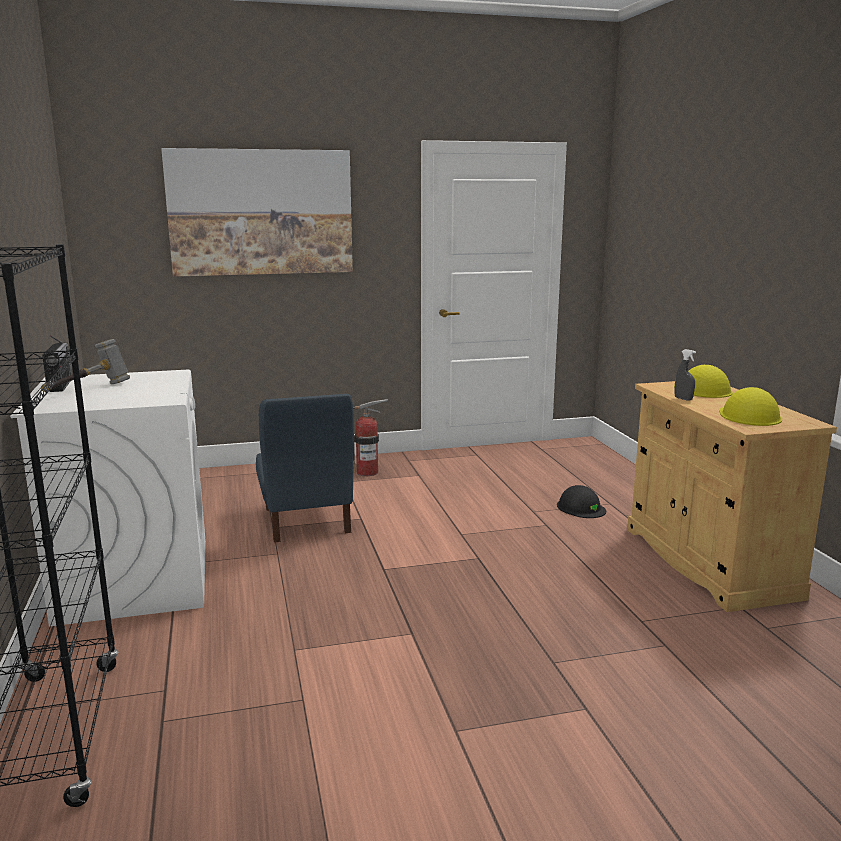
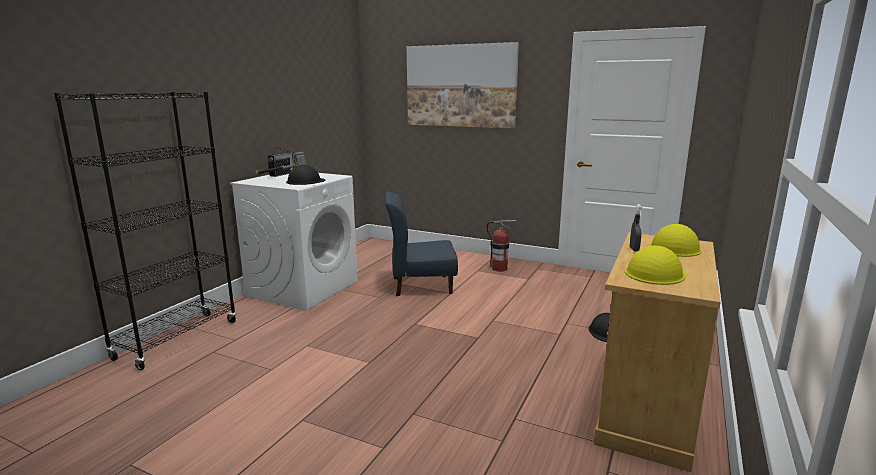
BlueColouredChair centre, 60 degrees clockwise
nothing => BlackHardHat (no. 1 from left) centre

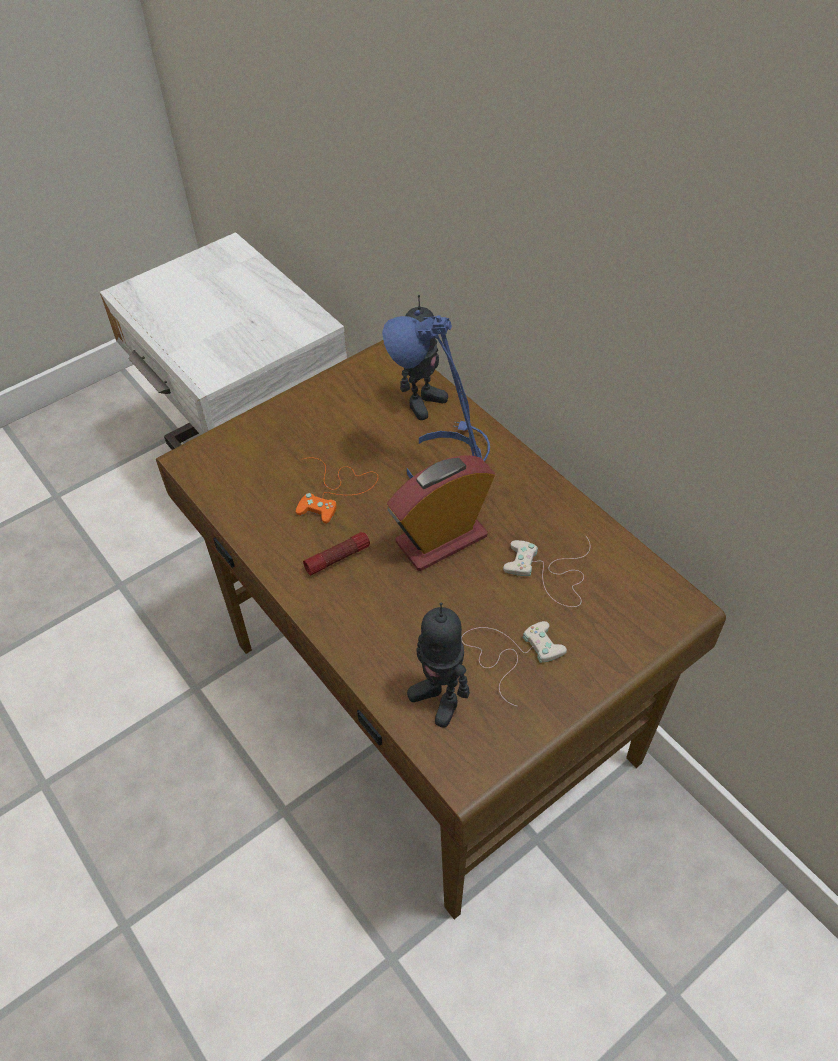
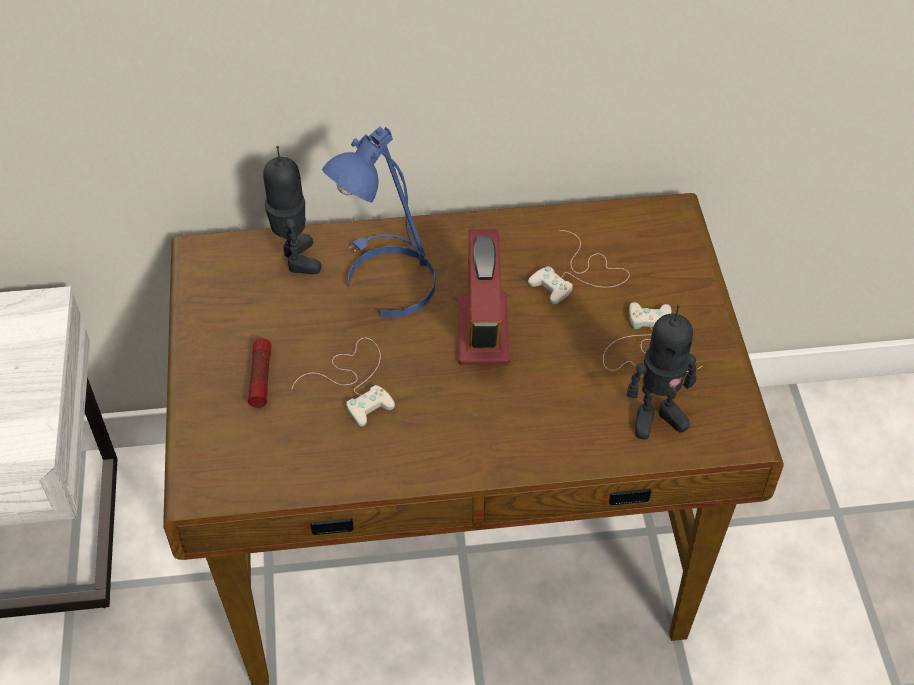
OrangeyJoypad centre => WhitishJoypad (no. 1 from left) centre
Flashlight centre => Flashlight middle left, relocated

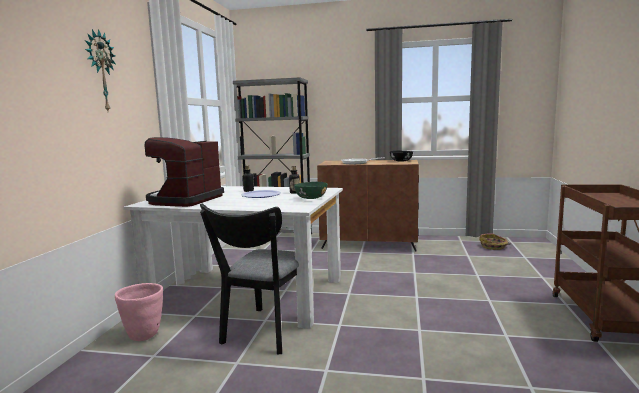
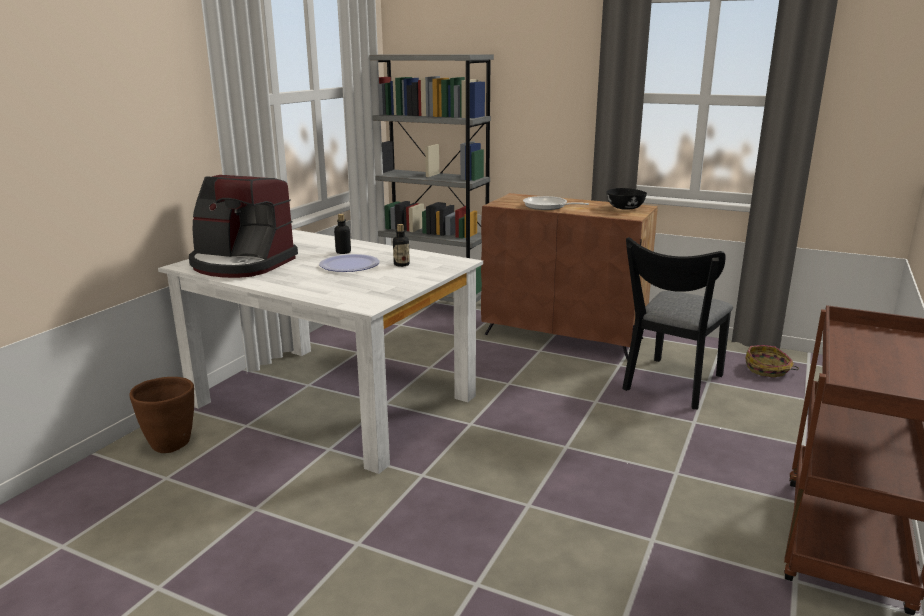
WallClock top left => nothing
CoffeeMachine middle left, 105 degrees counterclockwise
GreenColouredDeepDish centre => nothing
BlackChair bottom centre => BlackChair middle right, relocated
PinkishPlantPot bottom left => BrownPlantPot bottom left

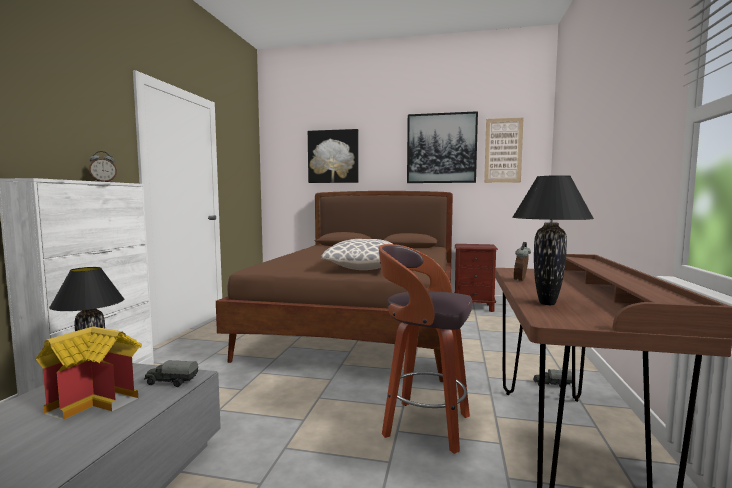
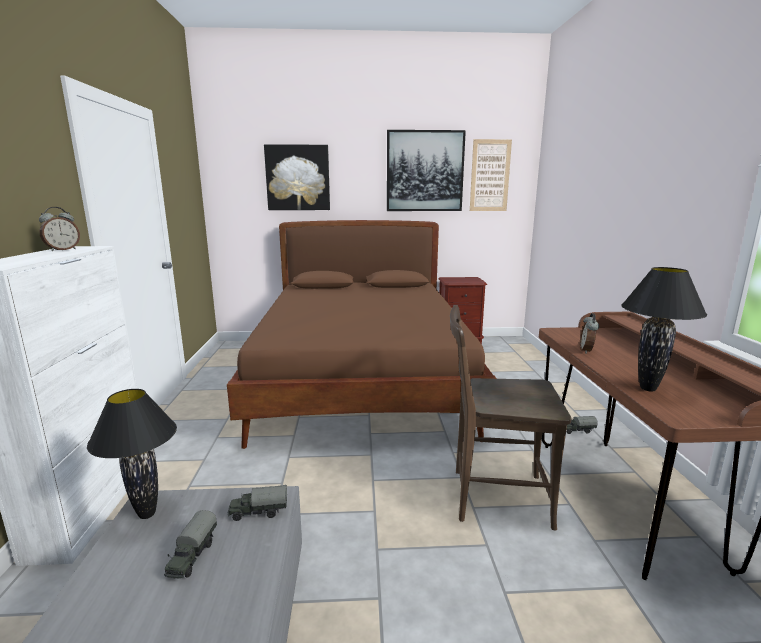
ThrowPillow centre => nothing
Stool bottom centre => BrownChair middle right
ToyHouse bottom left => ToyTruck (no. 1 from left) bottom left

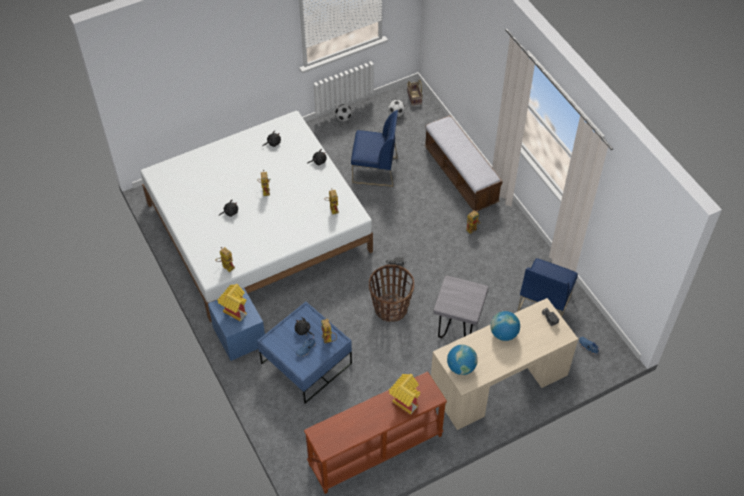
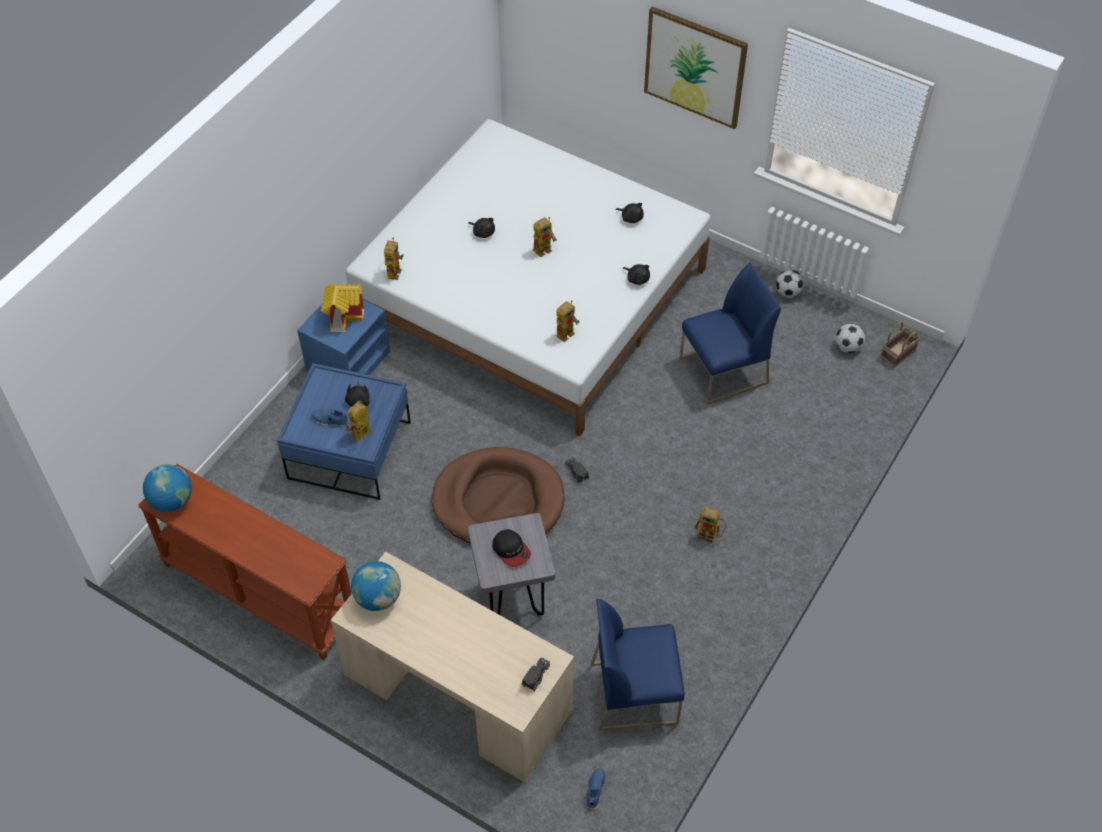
BlueColouredChair (no. 1 from left in the first image) top centre => BlueColouredChair (no. 2 from left) centre, 90 degrees counterclockwise
Bench top centre => nothing
StorageBasket (no. 1 from left) centre => BrownDogCushion centre
DeskGlobe (no. 2 from left in the first image) middle right => DeskGlobe (no. 1 from left) middle left, relocated
ToyHouse (no. 2 from left) bottom centre => nothing
nothing => WallPicture top centre
nothing => Cap centre

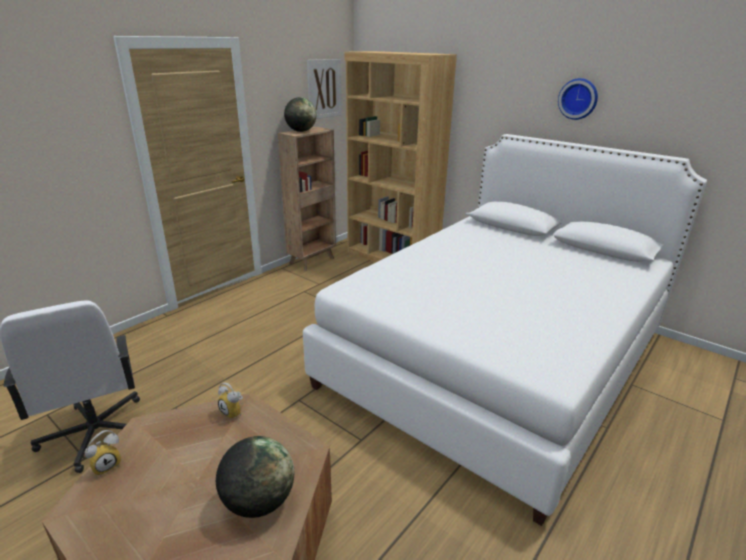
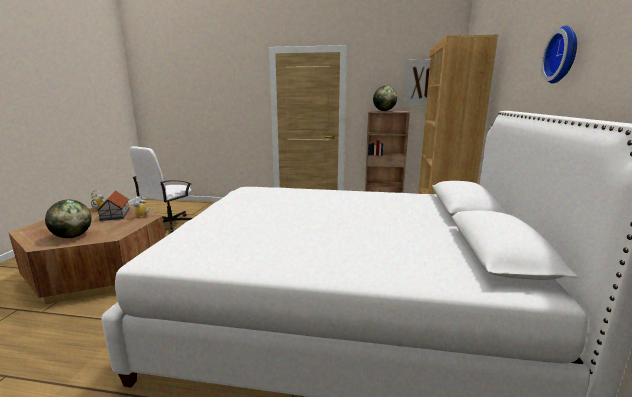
nothing => ToyHouse middle left

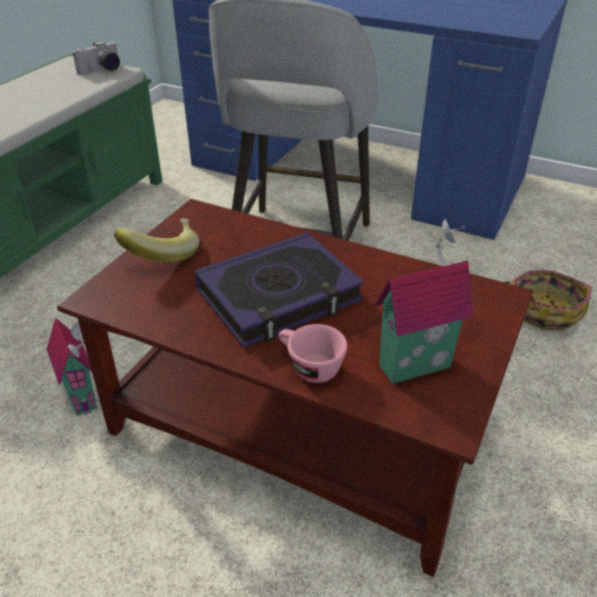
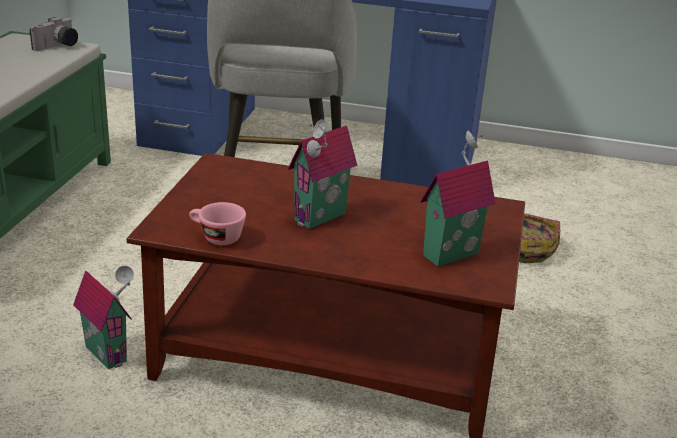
WholeBanana middle left => nothing
Volume centre => ToyHouse (no. 2 from left) centre
PinkishSmallCup centre => PinkishSmallCup middle left, relocated

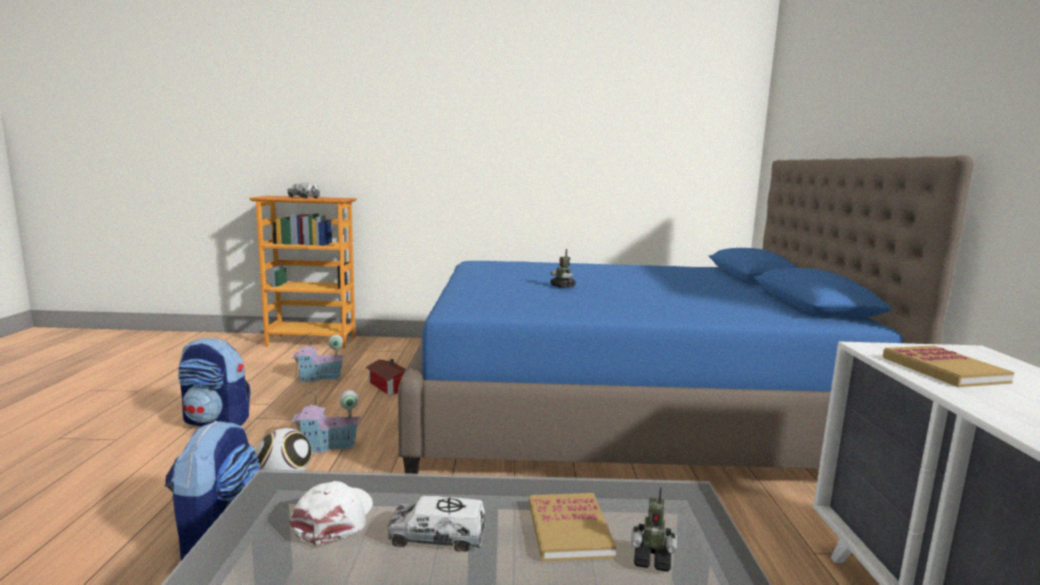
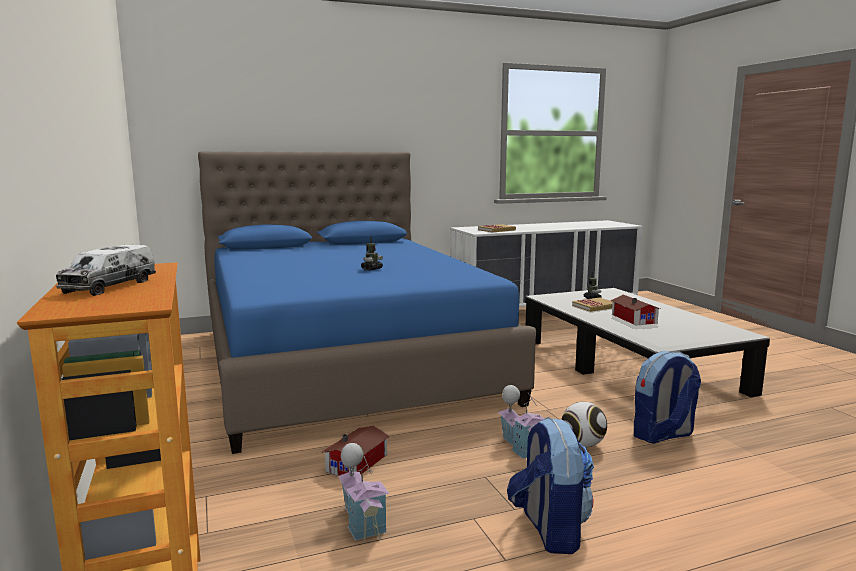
WhitishCap bottom left => nothing
ToyTruck (no. 2 from left) bottom centre => ToyHouse (no. 4 from left) middle right

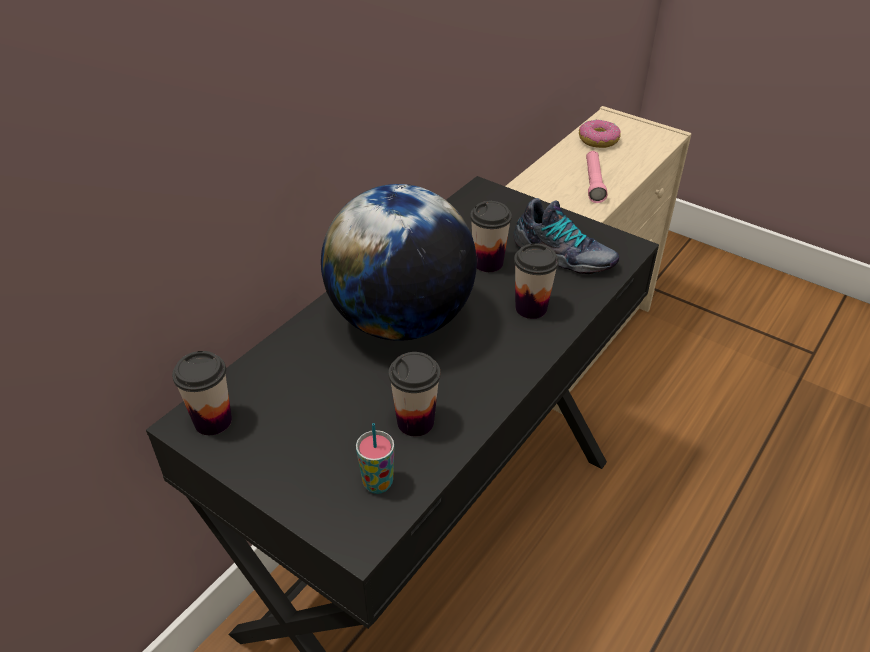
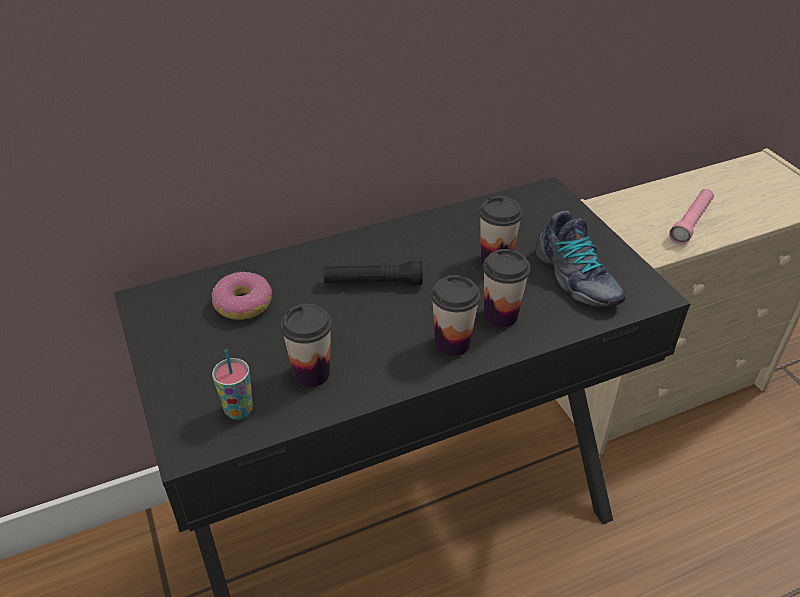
Doughnut top right => Doughnut middle left, relocated
DeskGlobe centre => BlackFlashlight centre
SmallCup (no. 1 from left in the first image) middle left => SmallCup (no. 3 from left) centre, relocated

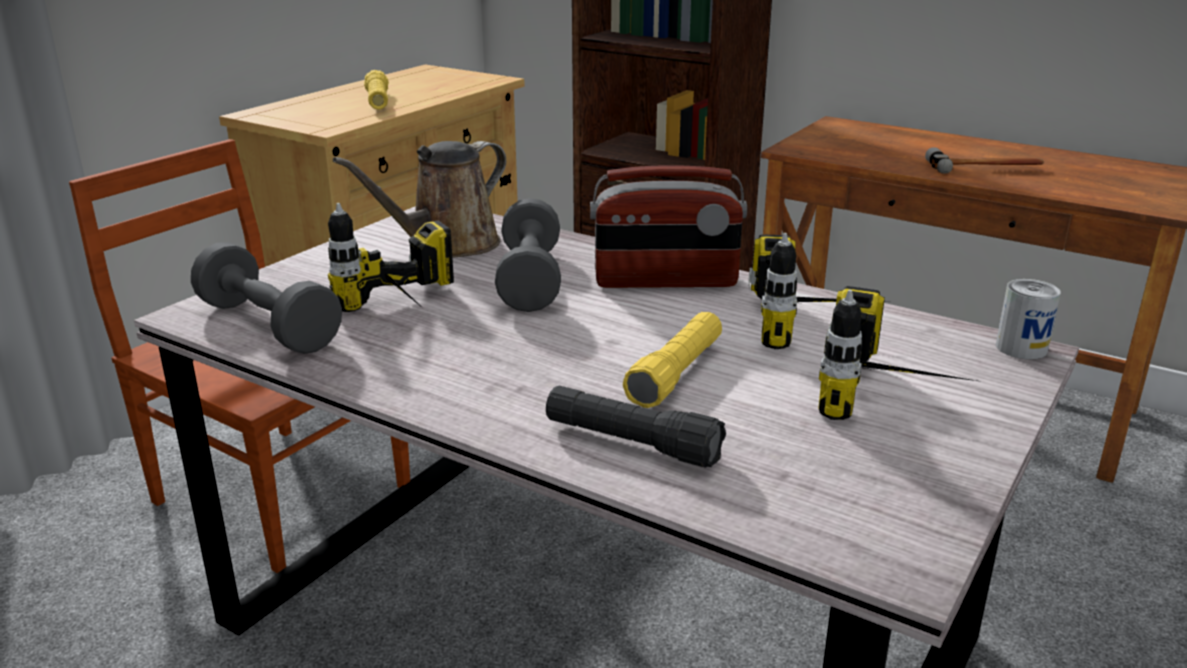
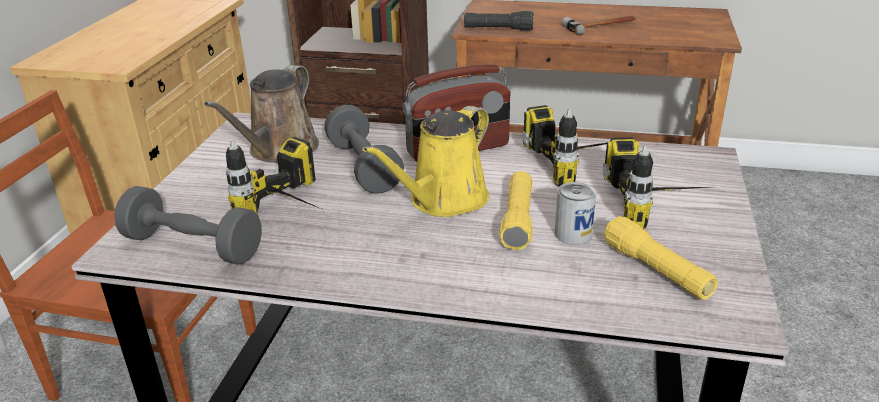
YellowishFlashlight (no. 1 from left in the first image) top left => YellowishFlashlight (no. 2 from left) middle right, relocated
SealedCan middle right => SealedCan centre, relocated
BlackFlashlight centre => BlackFlashlight top centre, relocated
nothing => YellowishWateringPot centre

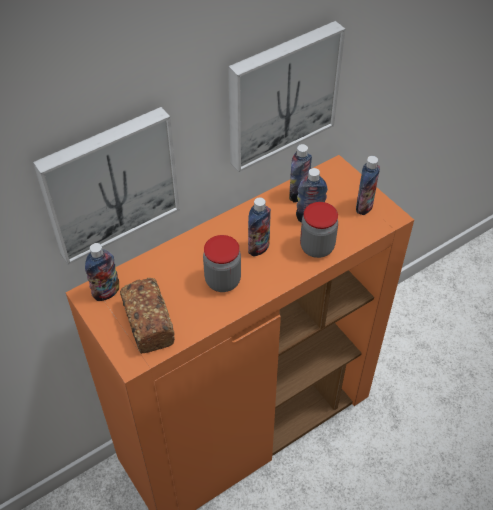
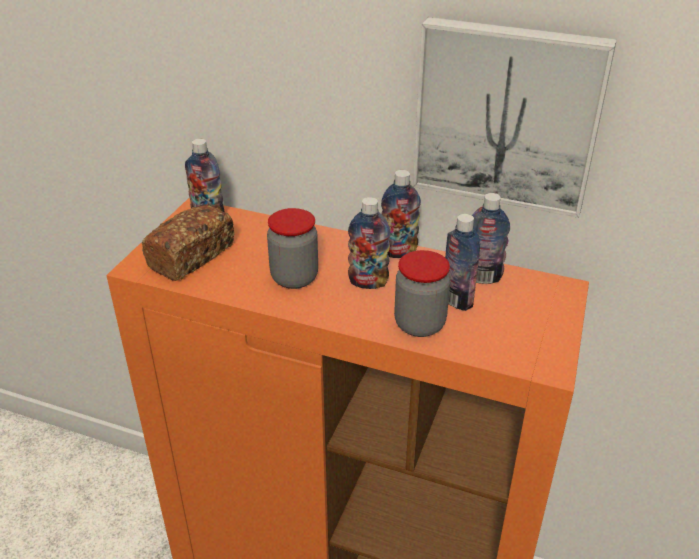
WallPicture (no. 1 from left) middle left => nothing
BeverageBottle (no. 5 from left in the first image) middle right => BeverageBottle (no. 3 from left) centre, relocated

